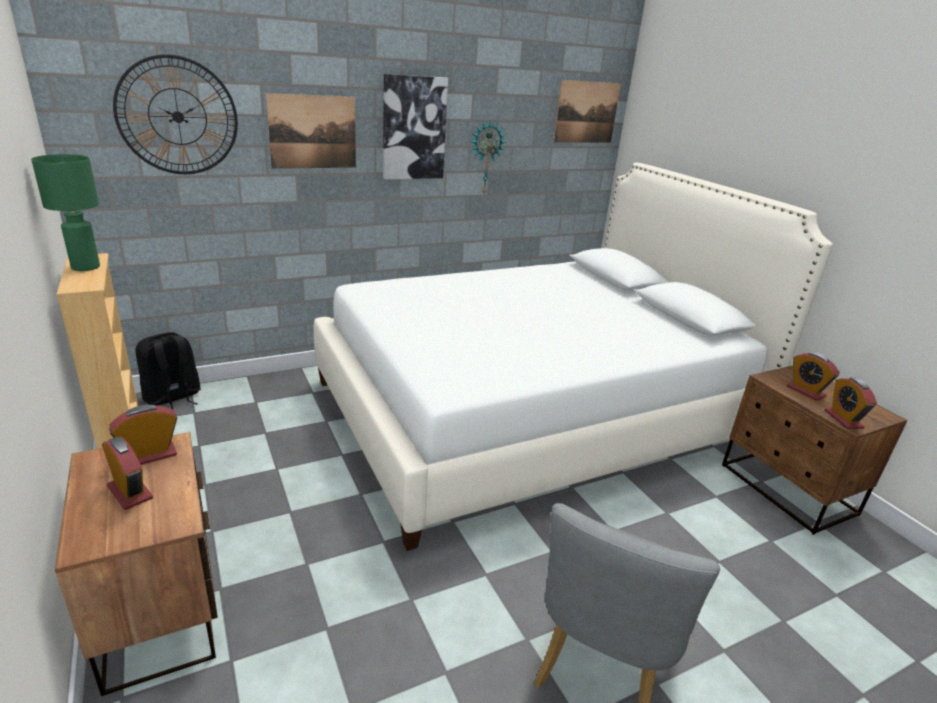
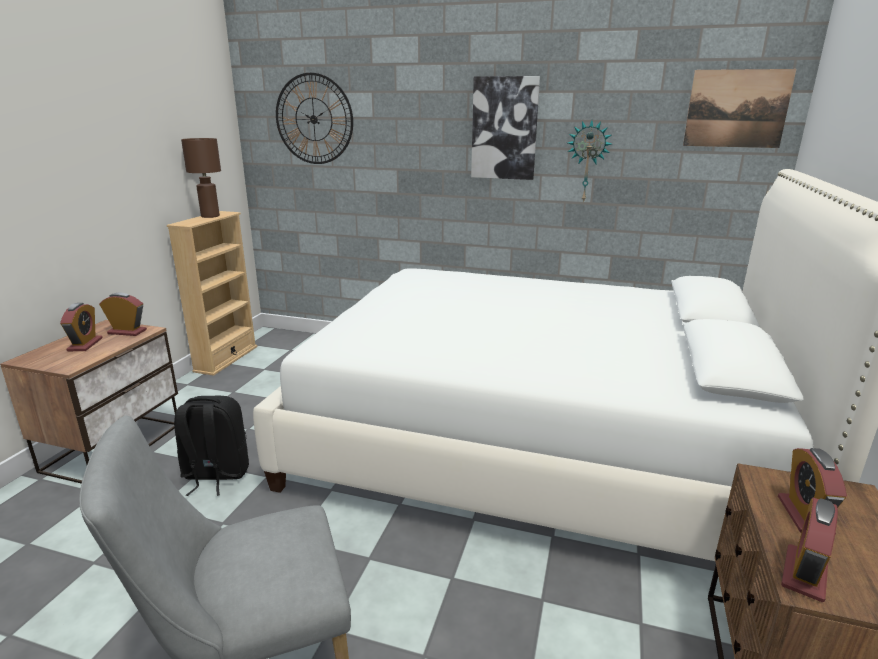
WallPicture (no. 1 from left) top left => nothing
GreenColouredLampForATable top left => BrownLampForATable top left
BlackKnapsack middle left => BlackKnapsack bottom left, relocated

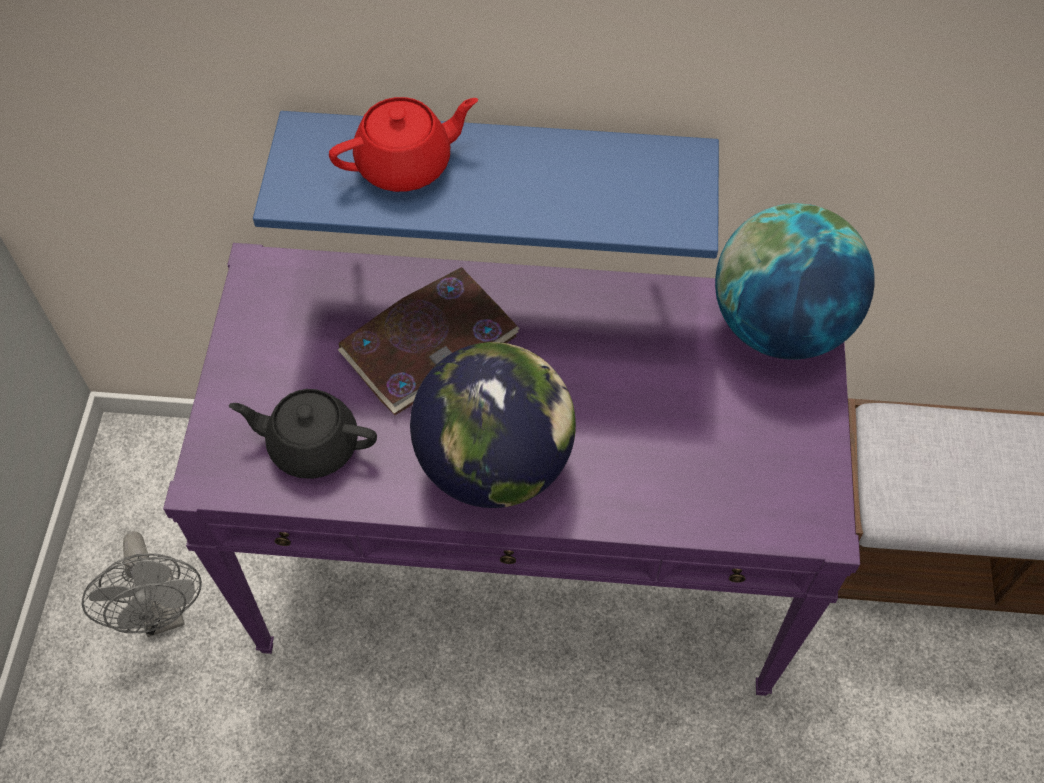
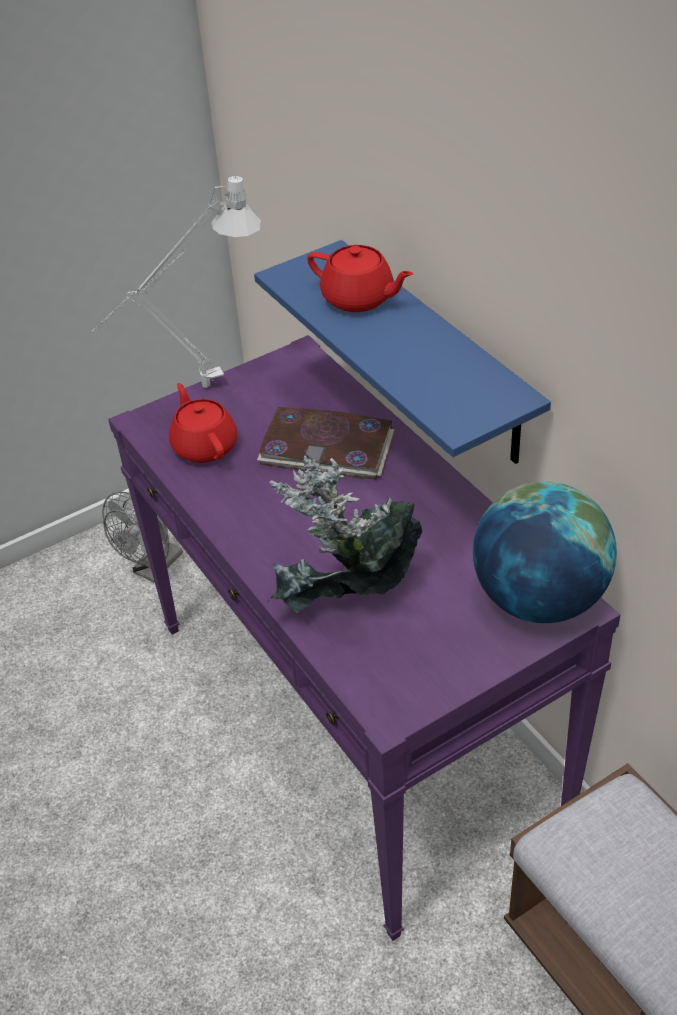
DeskGlobe (no. 1 from left) centre => nothing
BlackTeaPot middle left => RedTeaPot (no. 1 from left) middle left
nothing => GreyLampForATable top left
nothing => PlantInAPot centre

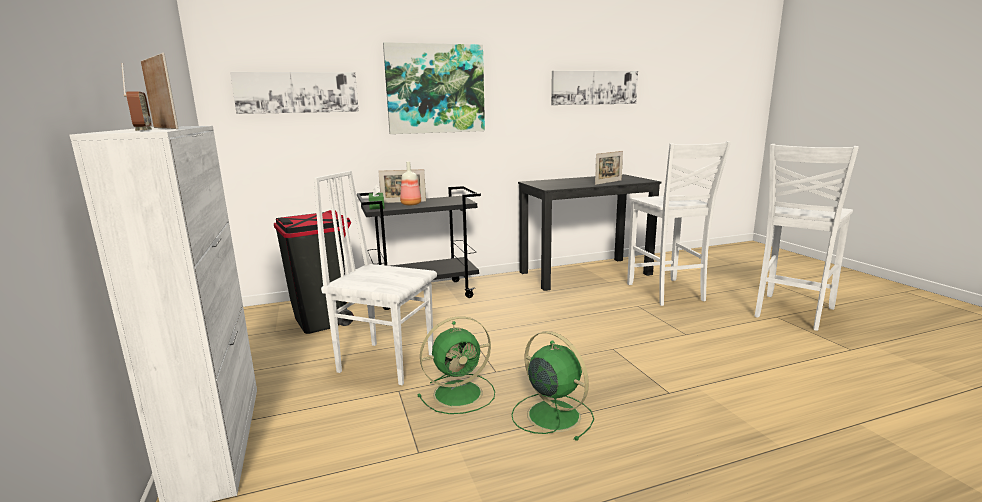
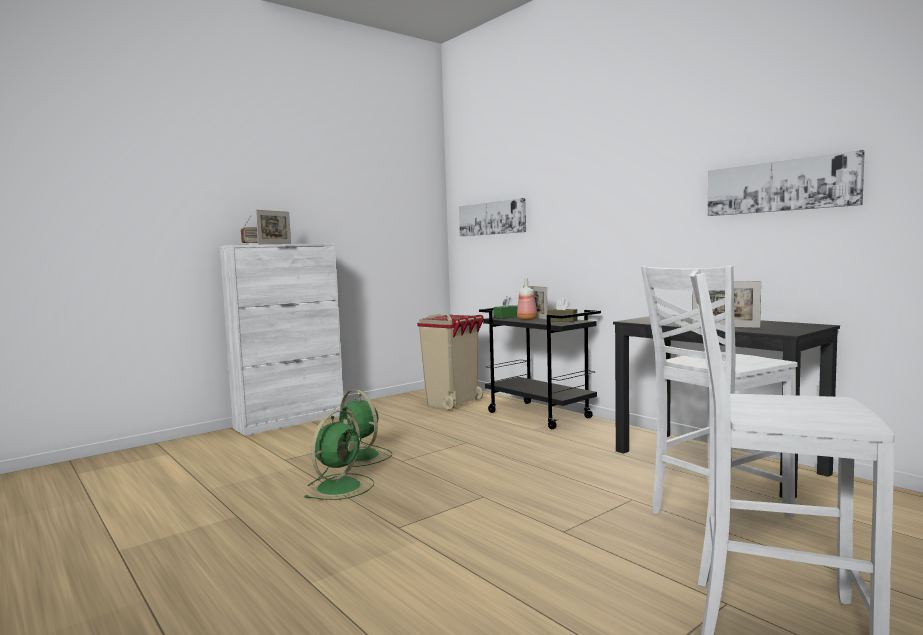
WallPicture (no. 2 from left) top centre => nothing
WhitishChair (no. 1 from left) centre => nothing
BlackWasteBin middle left => BeigeColouredWasteBin centre
nothing => BrownTissueBox centre

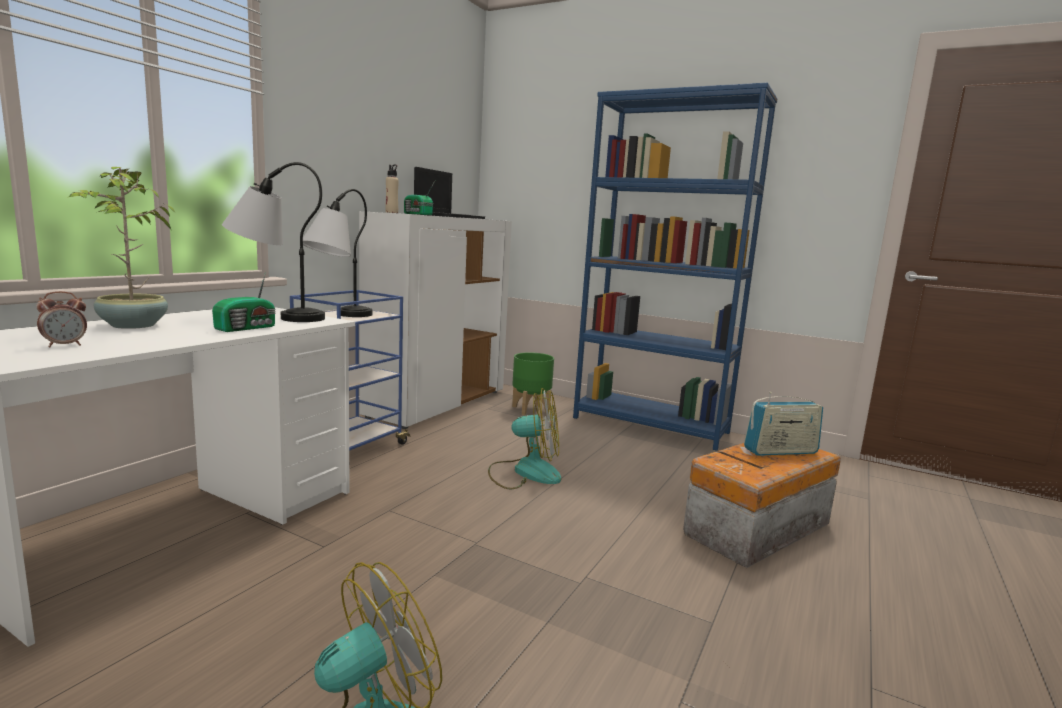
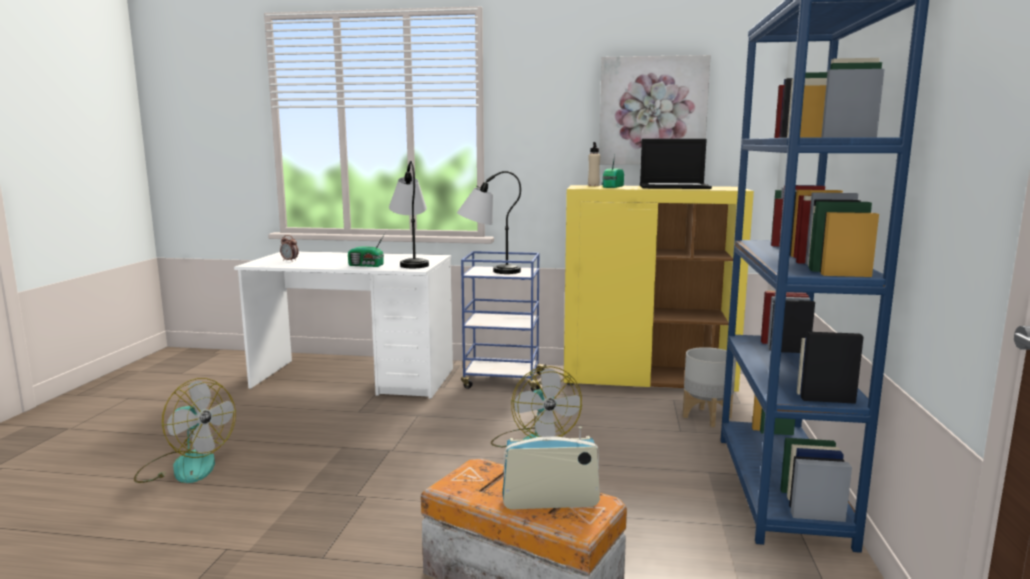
PlantInAPot middle left => nothing
WhitishCabinet centre => YellowishCabinet centre
GreenColouredPlantPot centre => GreyPlantPot bottom right
RadioSet (no. 3 from left in the first image) middle right => RadioSet (no. 2 from left) bottom centre, 120 degrees clockwise
nothing => WallPicture top centre

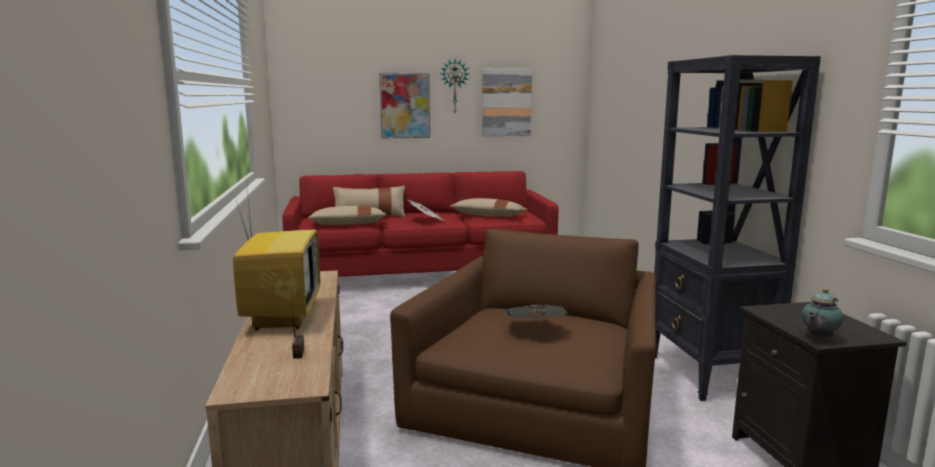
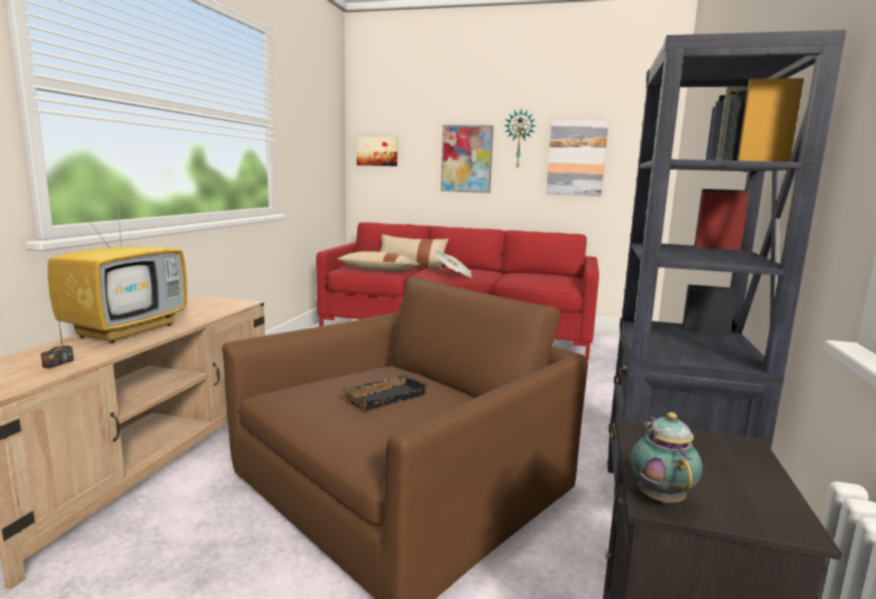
BeigeColouredThrowPillow (no. 3 from left) centre => nothing
TeaPot bottom right, 105 degrees clockwise
DailyPaper (no. 2 from left) bottom centre => BlackServingTray centre
nothing => WallPicture (no. 1 from left) top centre

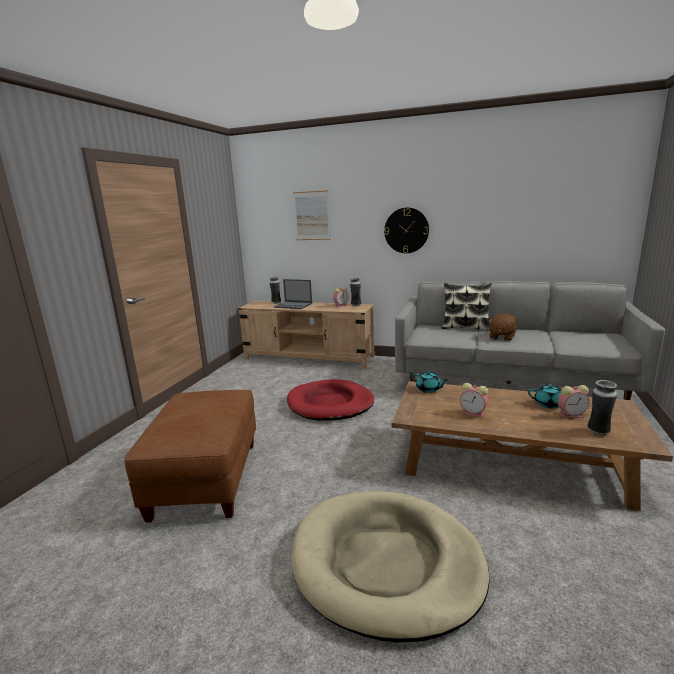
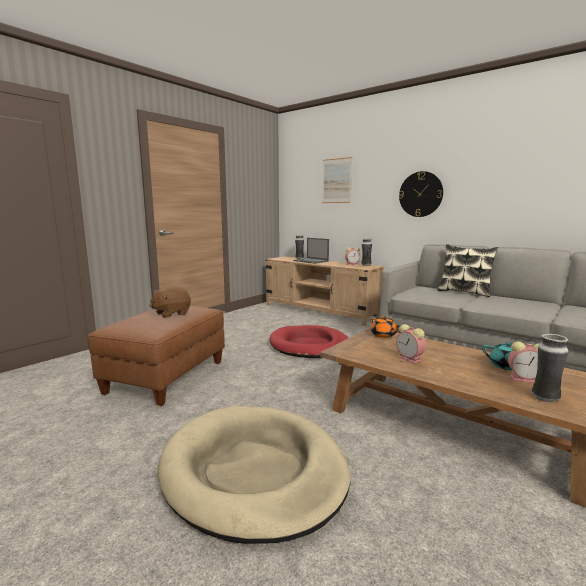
BrownPlushToy middle right => BrownPlushToy middle left, relocated
TurquoiseTeaPot (no. 1 from left) centre => OrangeyTeaPot centre

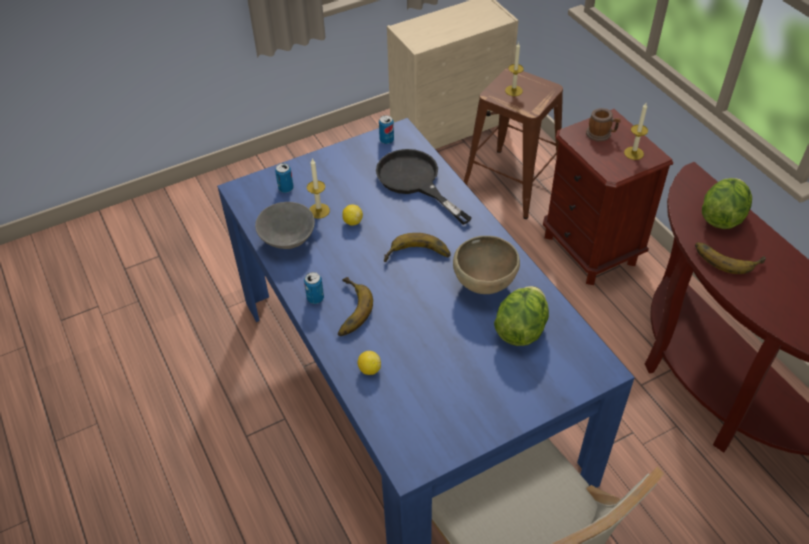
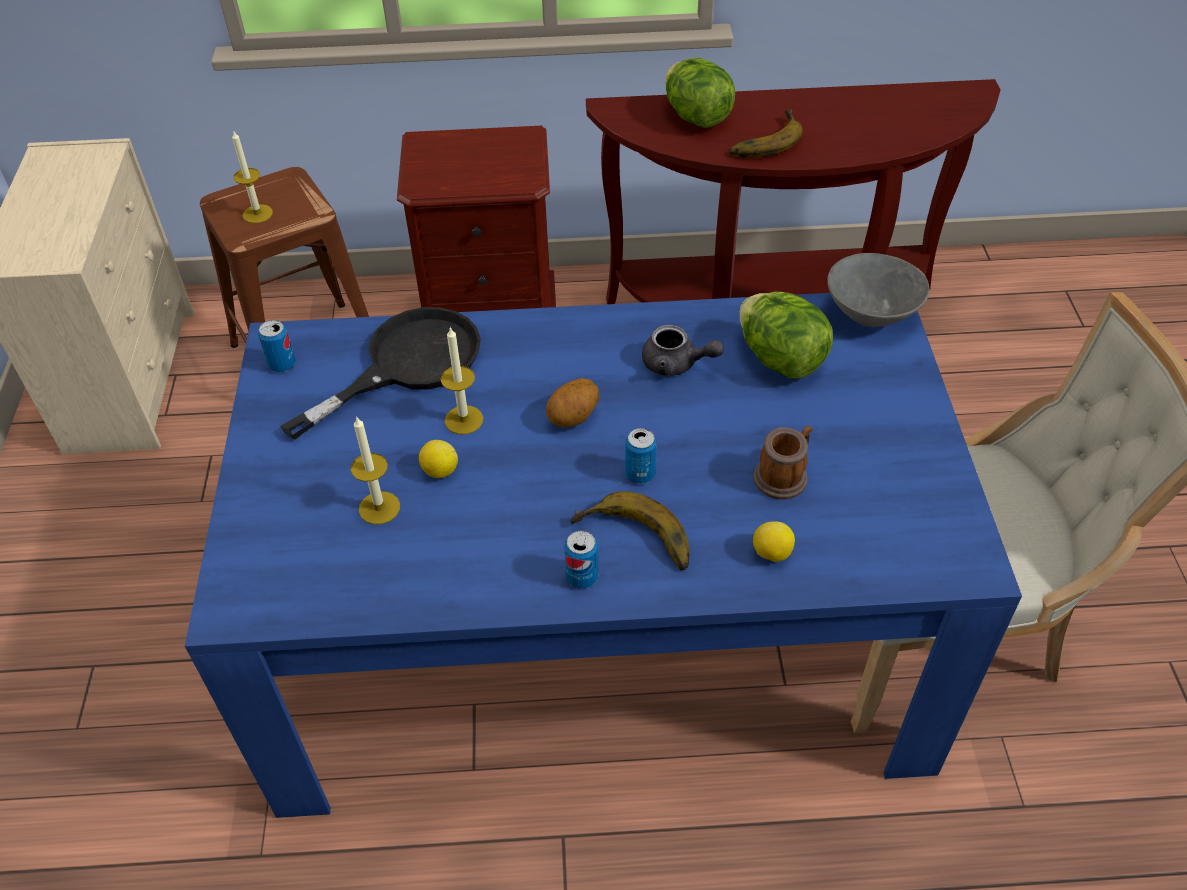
WaxCandle (no. 3 from left) top right => WaxCandle (no. 3 from left) centre, relocated
TeaMug top right => TeaMug centre, relocated
BlackSkillet centre => BlackSkillet middle left, 150 degrees clockwise
SealedCan (no. 1 from left in the first image) top centre => SealedCan (no. 3 from left) centre, relocated
GreyDeepDish centre => GreyDeepDish top right, relocated
WholeBanana (no. 2 from left) centre => Spud centre
BrownDeepDish centre => GreyTeaPot centre

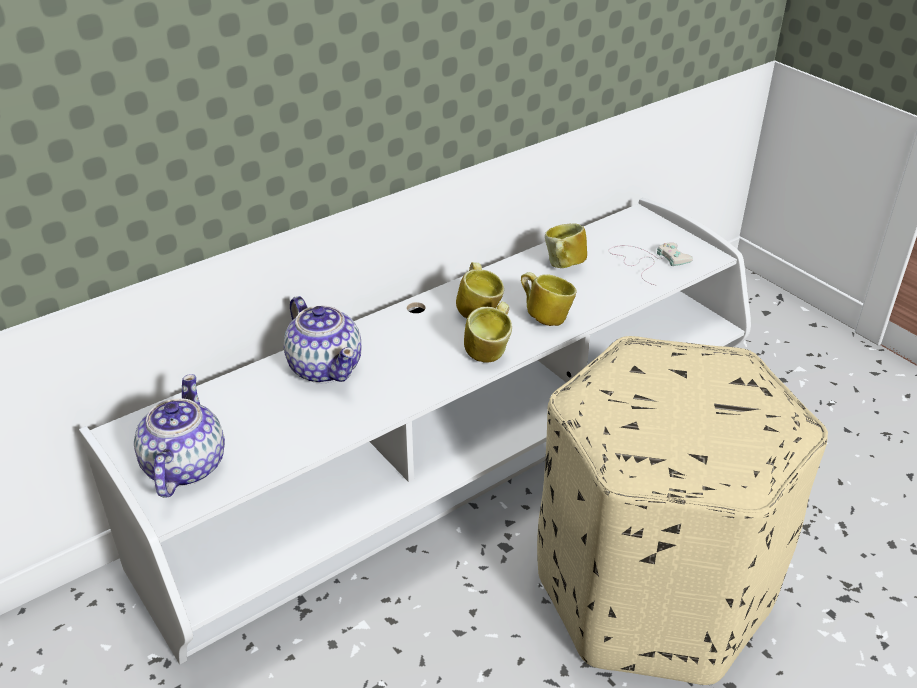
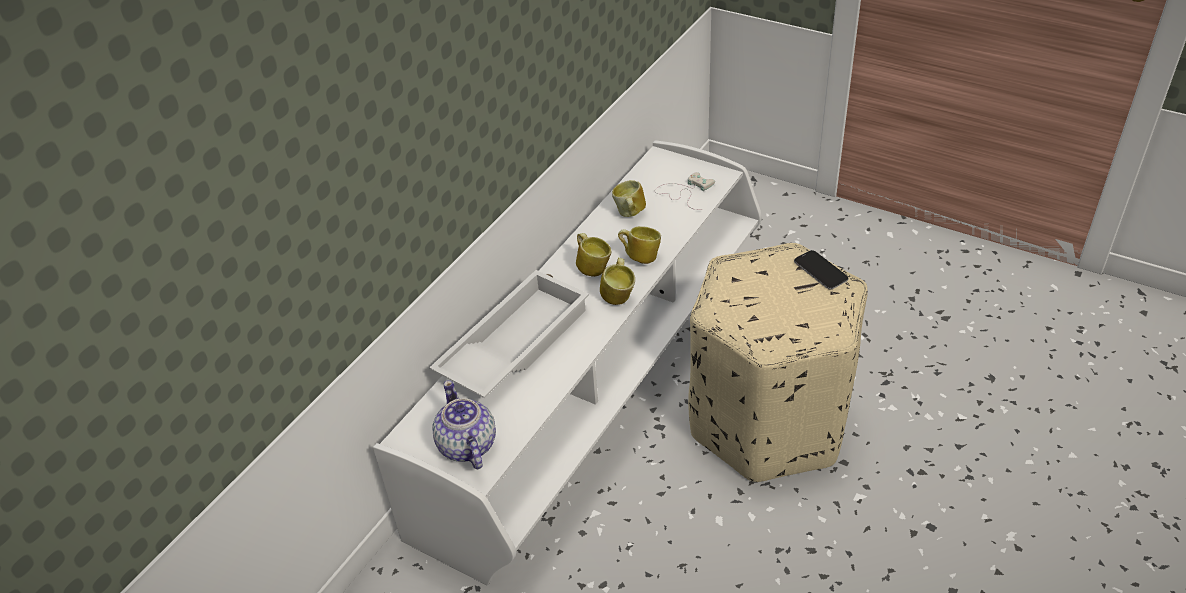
TeaPot (no. 2 from left) centre => WhitishServingTray centre
nothing => Telephone middle right

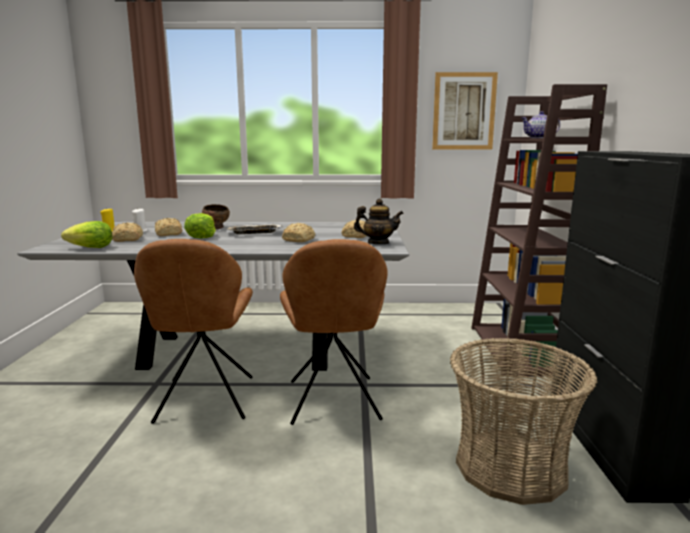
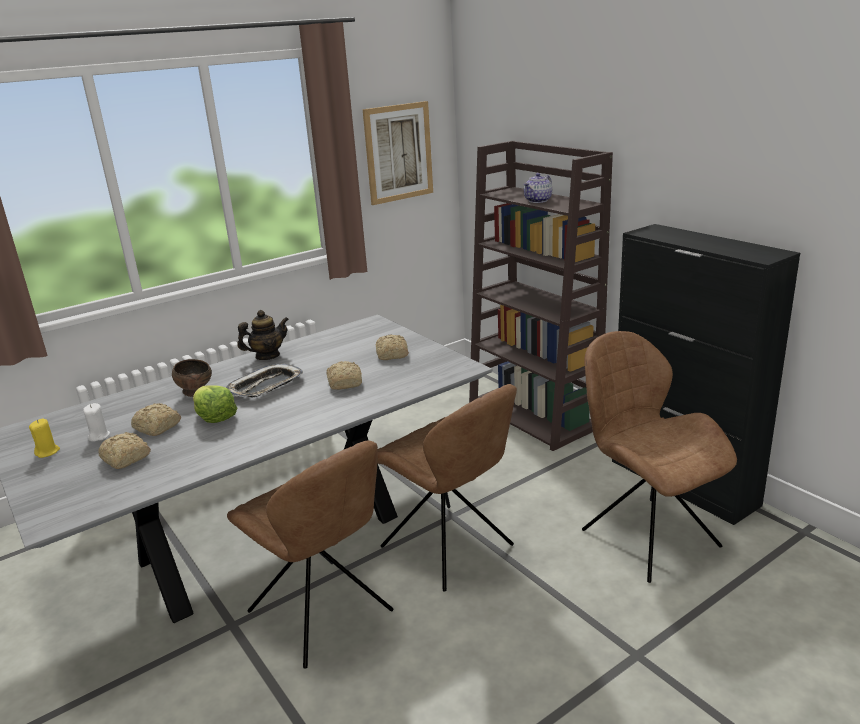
TeaPot (no. 1 from left) centre => TeaPot (no. 1 from left) middle left, relocated
Lettuce (no. 1 from left) middle left => nothing
StorageBasket bottom right => BrownChair (no. 3 from left) middle right

